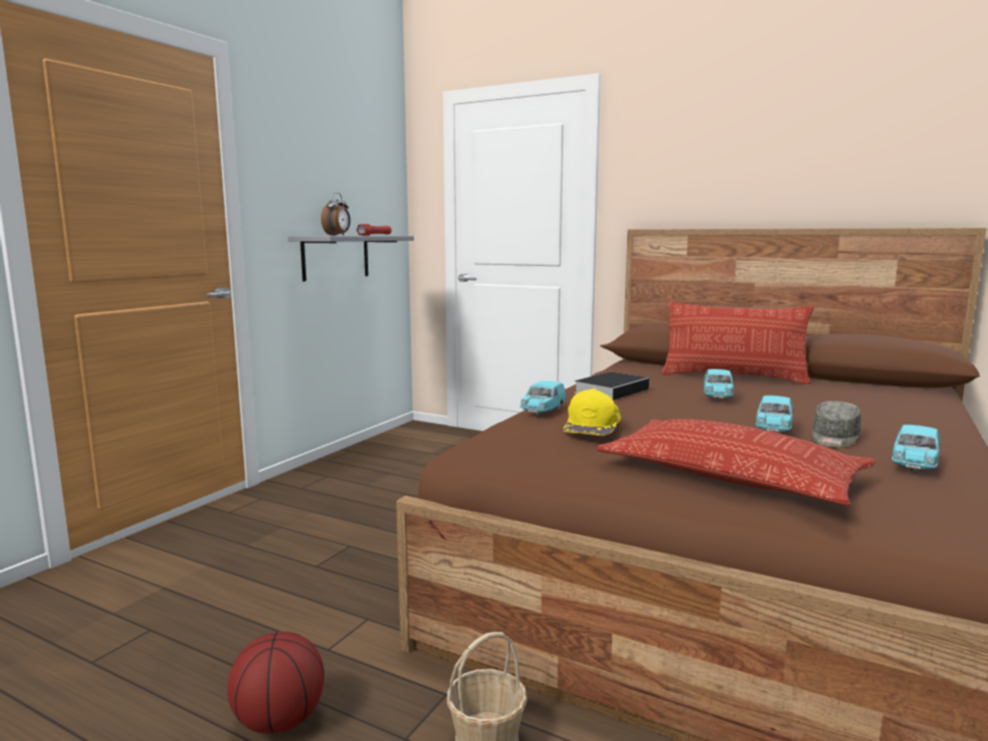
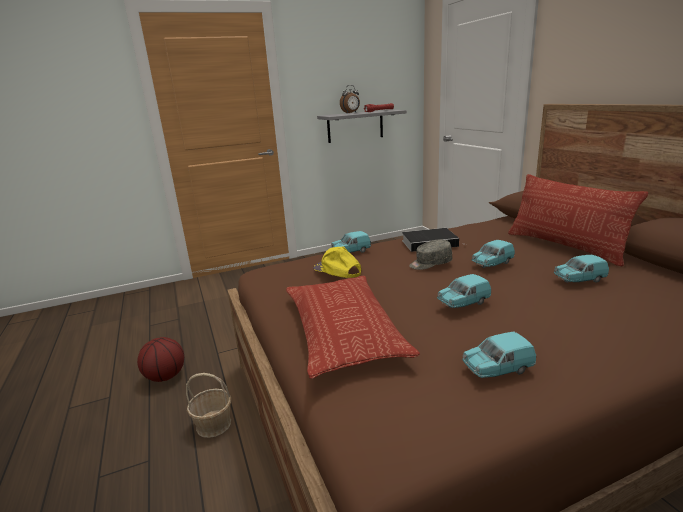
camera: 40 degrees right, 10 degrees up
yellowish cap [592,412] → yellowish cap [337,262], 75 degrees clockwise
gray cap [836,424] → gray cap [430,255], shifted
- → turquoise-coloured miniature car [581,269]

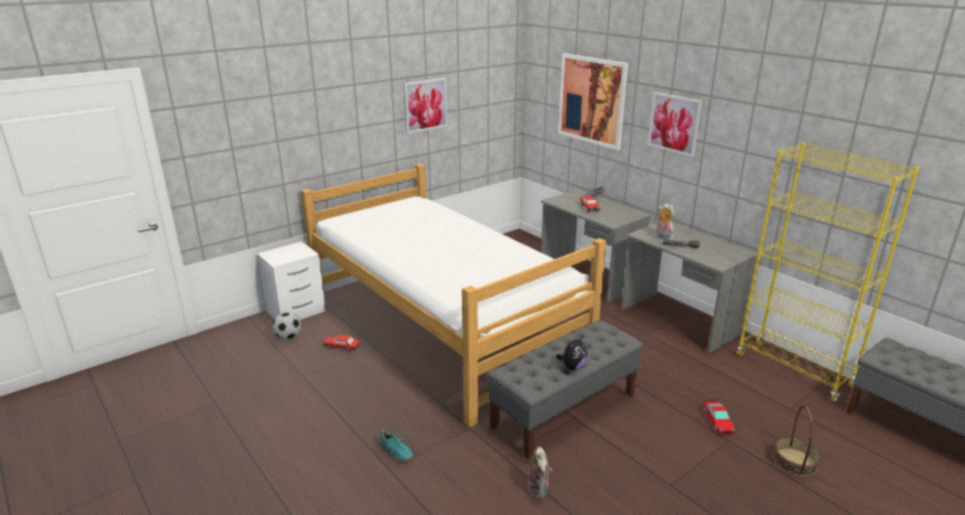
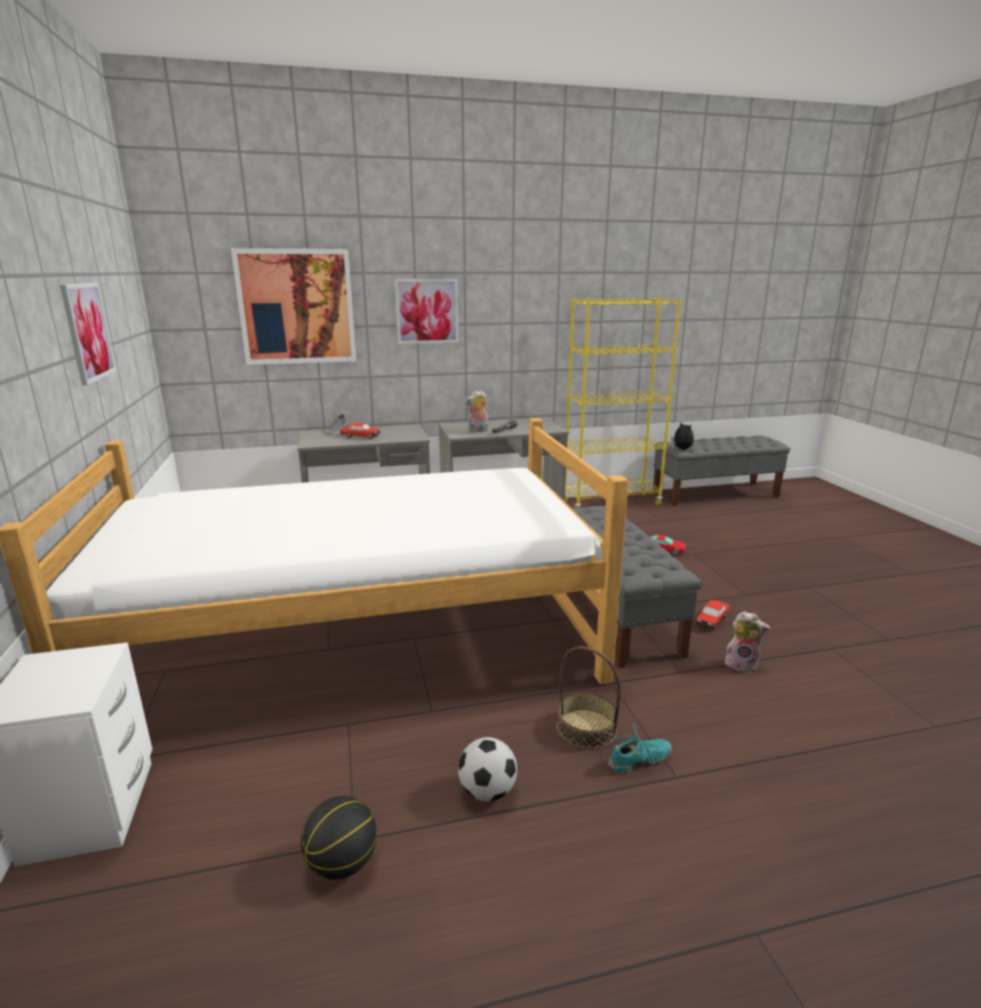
camera: 65 degrees left, 5 degrees down
ball for football [287,326] → ball for football [487,769], shifted
miniature car [342,343] → miniature car [713,615], shifted
plush toy [572,353] → plush toy [682,435], shifted
basket [797,441] → basket [589,698], shifted
- → basketball ball [339,838]

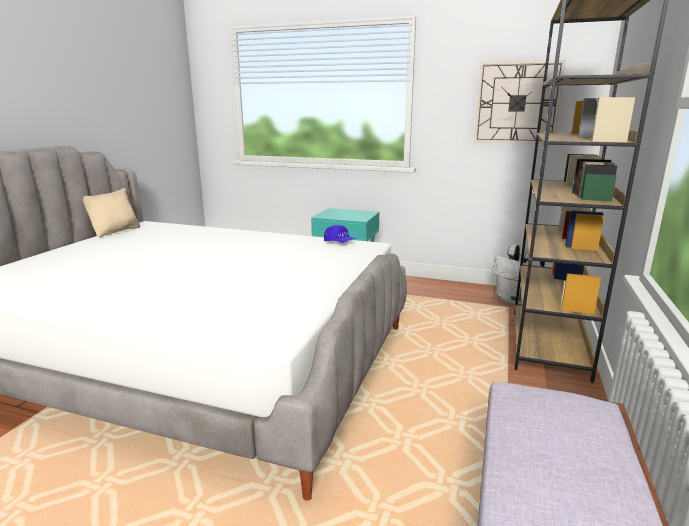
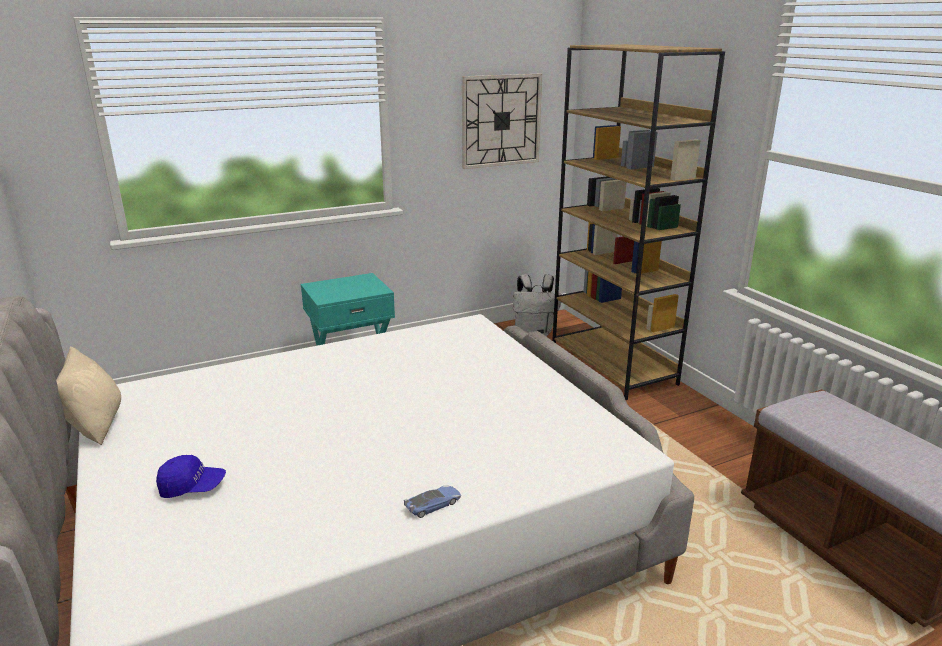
camera: 45 degrees left, 5 degrees up
blue cap [340,234] → blue cap [191,476], shifted
- → miniature car [432,502]

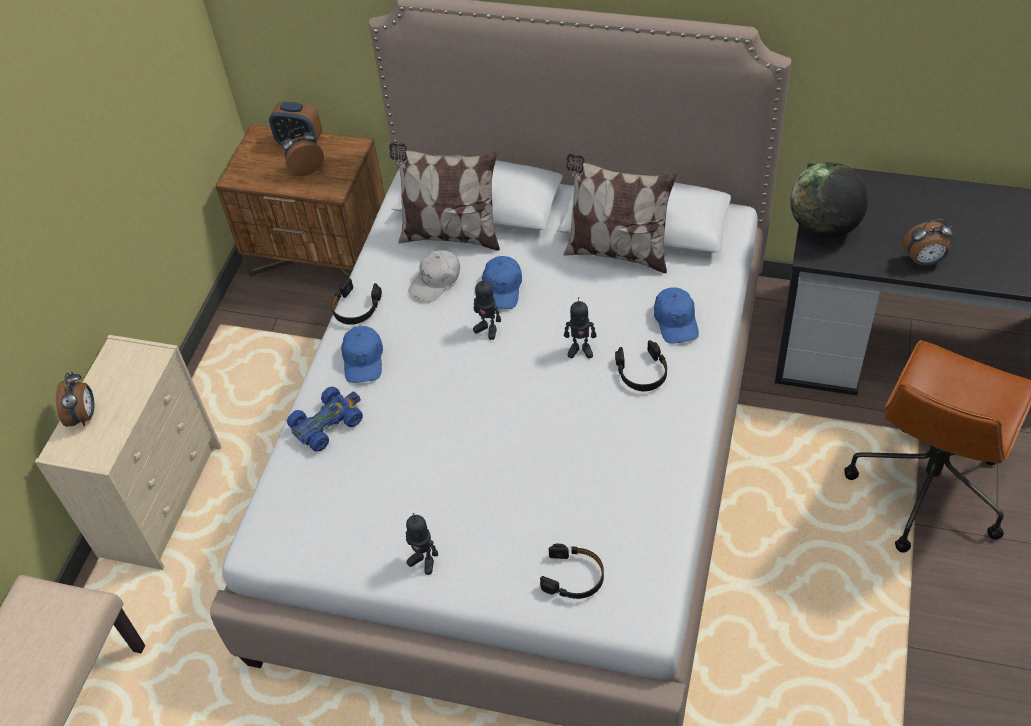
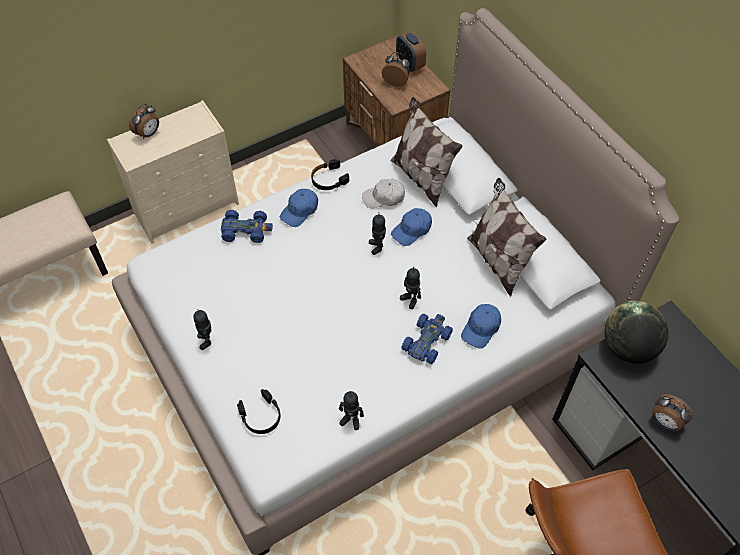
camera: 40 degrees right, 5 degrees up
black headphones [641,365] → blue miniature car [427,339]
- → robot figure [351,410]

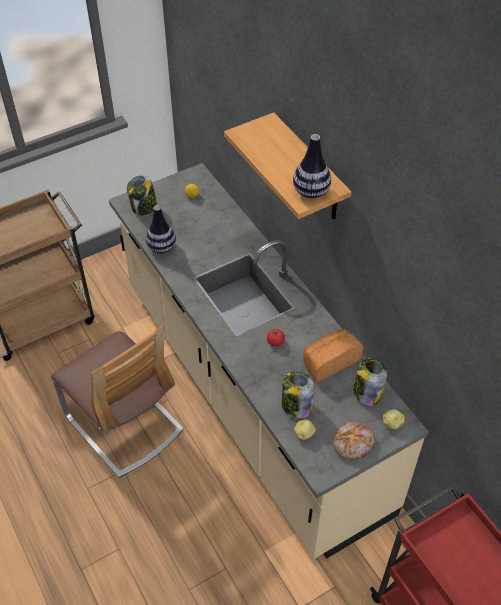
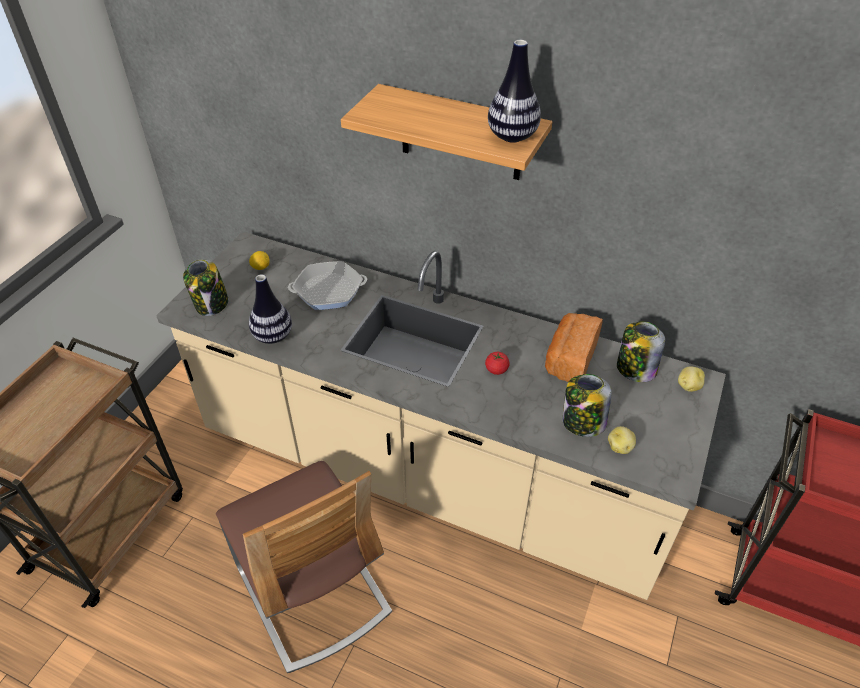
camera: 35 degrees left, 5 degrees down
chair [117,401] → chair [304,567], 45 degrees clockwise
bread [354,440] → -
- → pan [327,285]

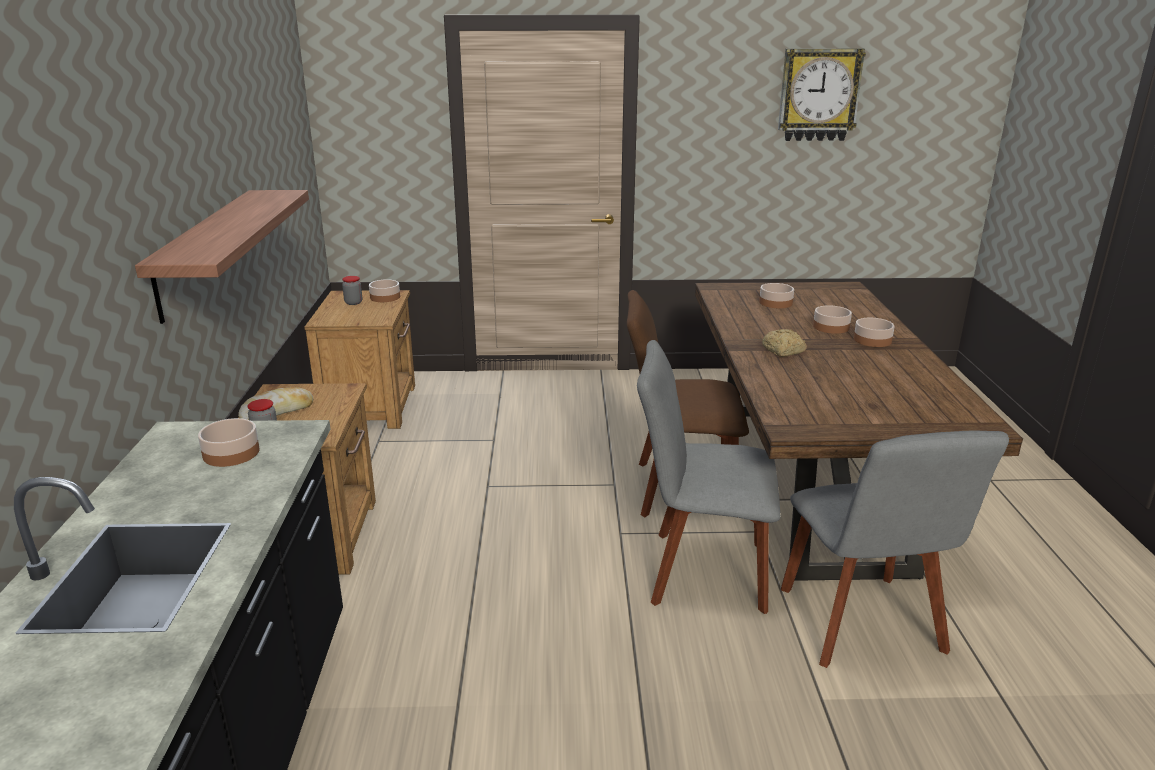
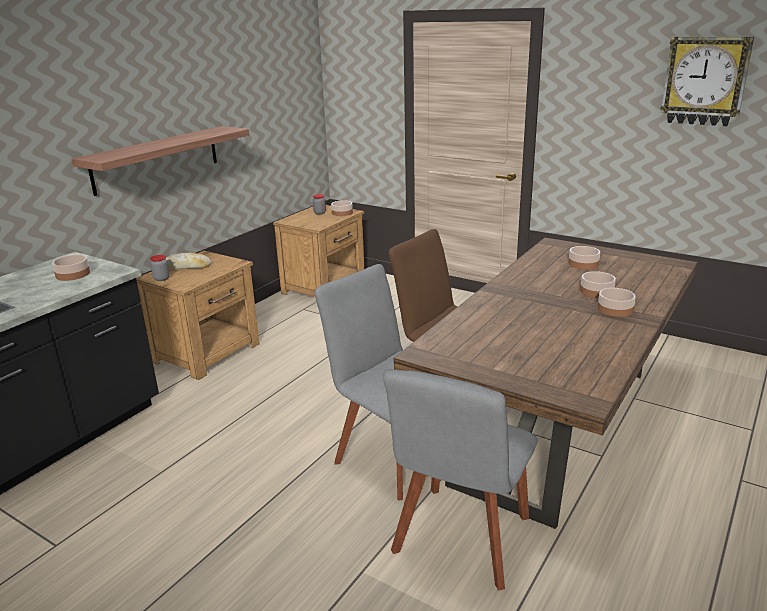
camera: 35 degrees right, 0 degrees up
bread [784,343] → -

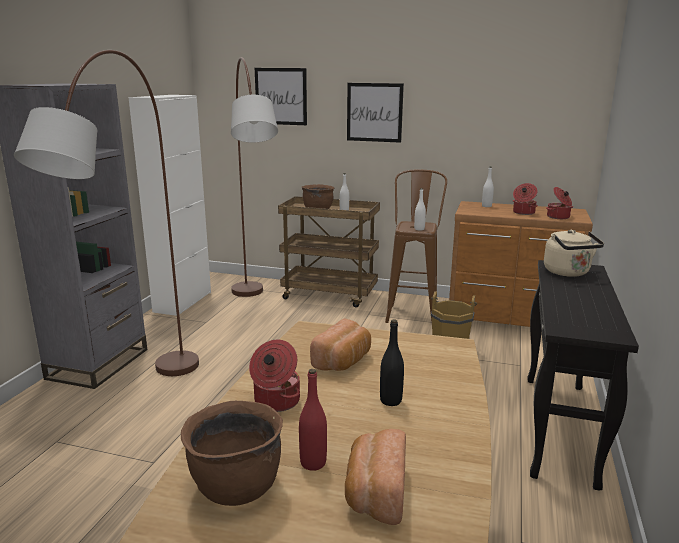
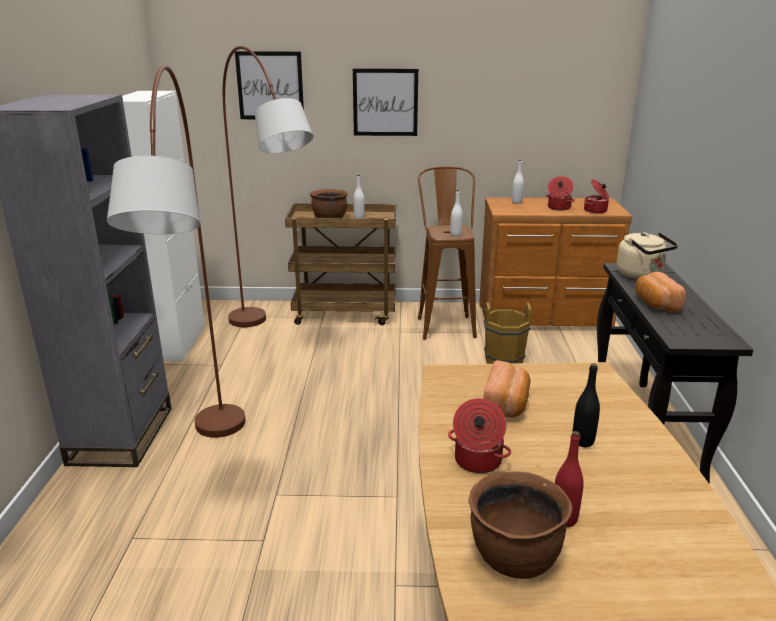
camera: 15 degrees left, 5 degrees up
bread [375,477] → bread [660,292], shifted

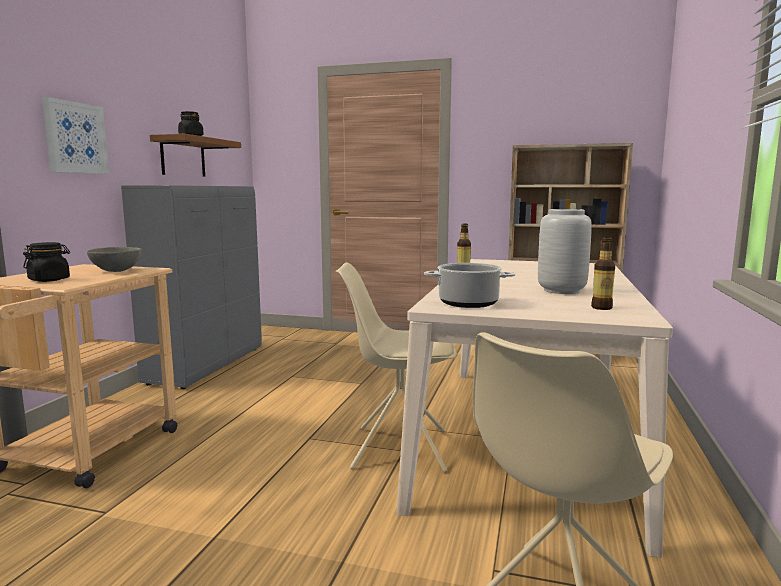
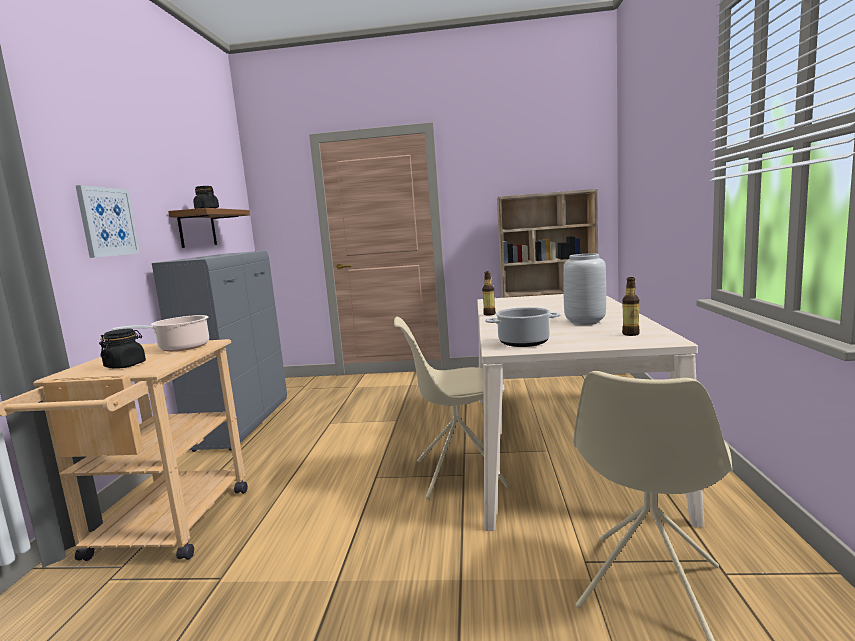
camera: 10 degrees left, 0 degrees up
gray bowl [114,259] → cooking pot [160,333]

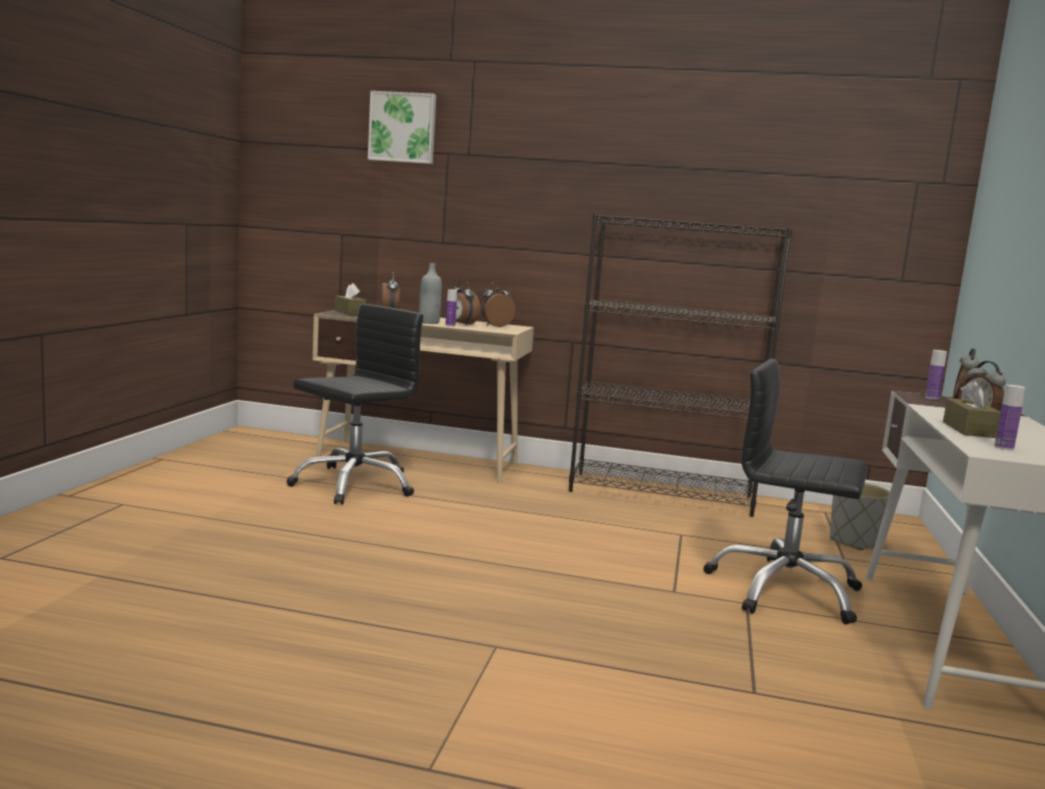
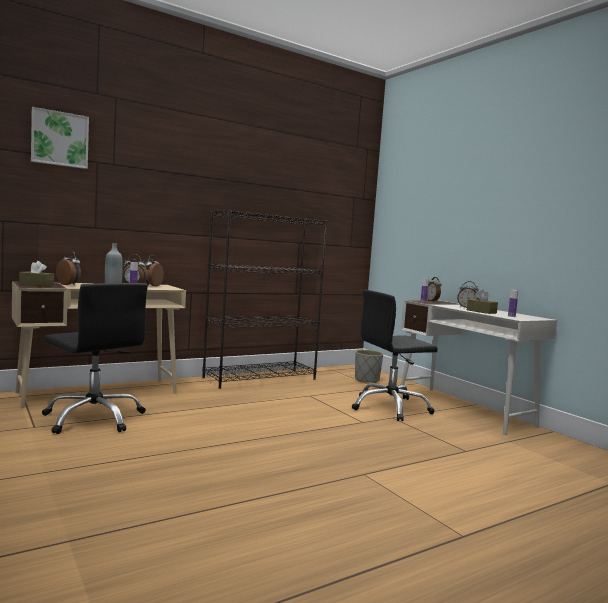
camera: 45 degrees left, 5 degrees down
black office chair [355,404] → black office chair [95,358], 135 degrees clockwise

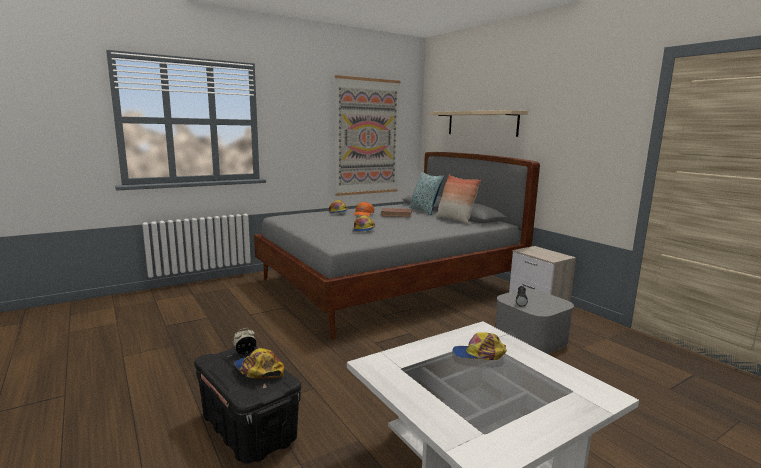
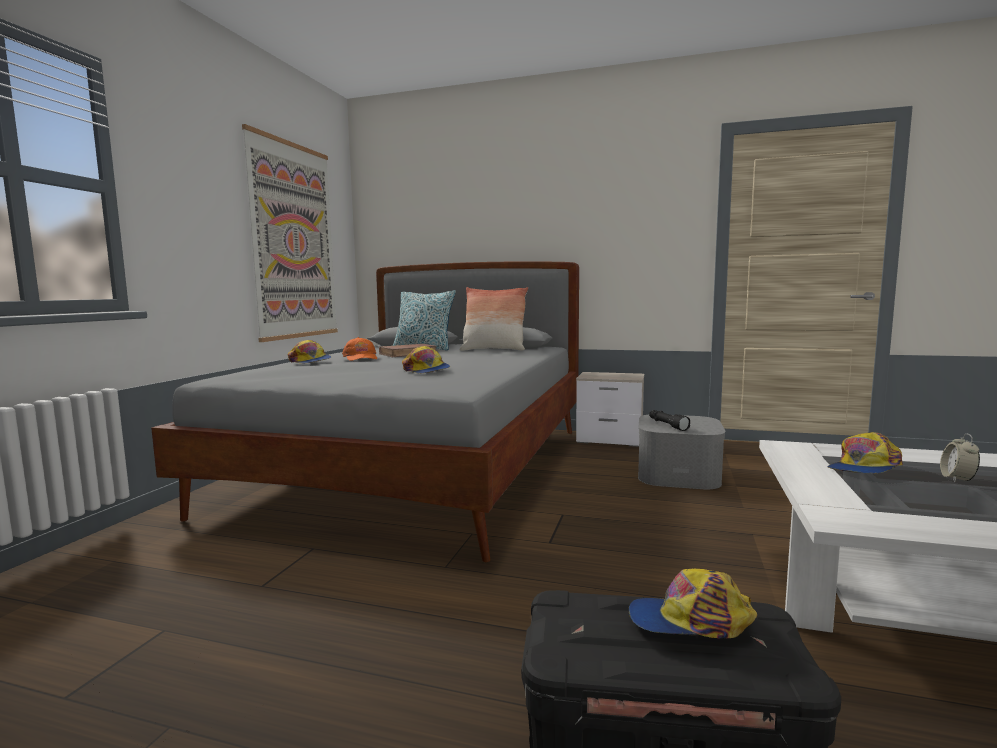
camera: 40 degrees left, 5 degrees down
bedside clock [245,341] → bedside clock [960,458], shifted
sand-coloured shelf [479,123] → -

